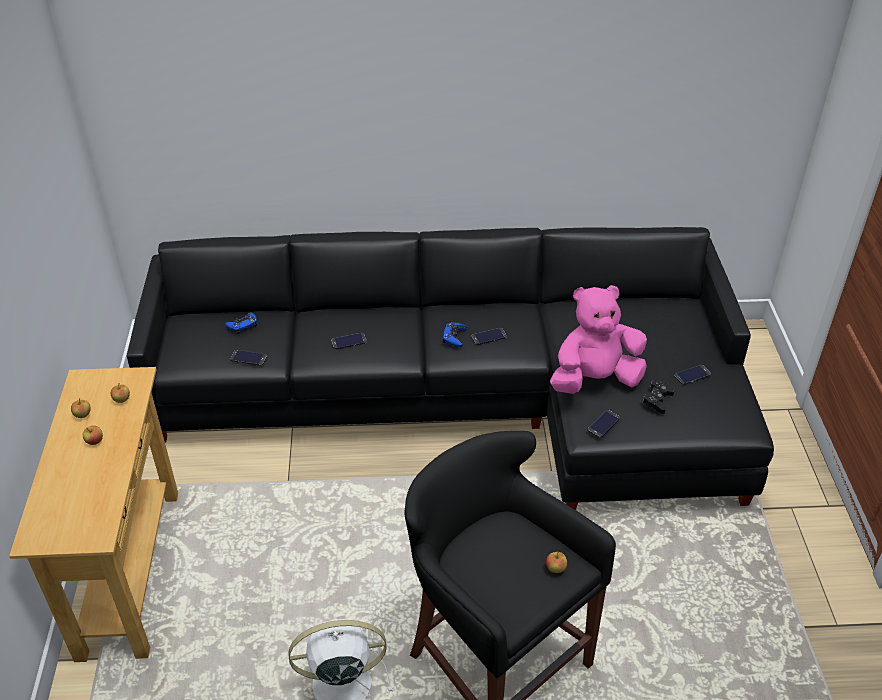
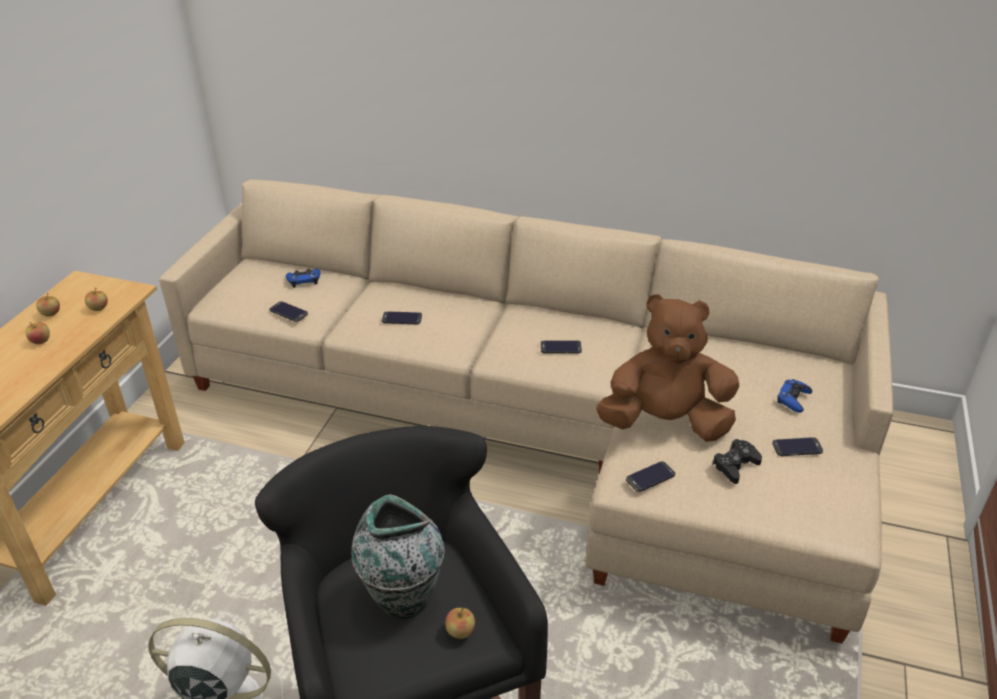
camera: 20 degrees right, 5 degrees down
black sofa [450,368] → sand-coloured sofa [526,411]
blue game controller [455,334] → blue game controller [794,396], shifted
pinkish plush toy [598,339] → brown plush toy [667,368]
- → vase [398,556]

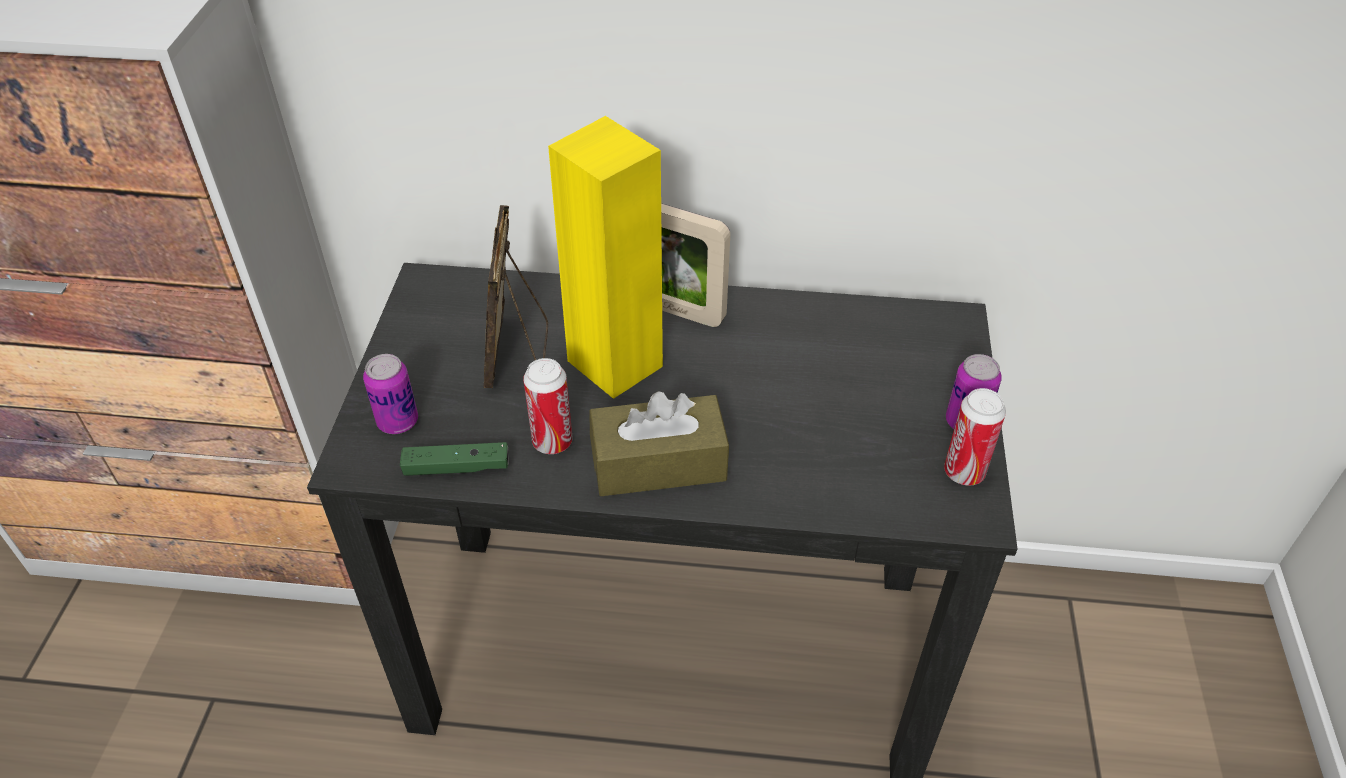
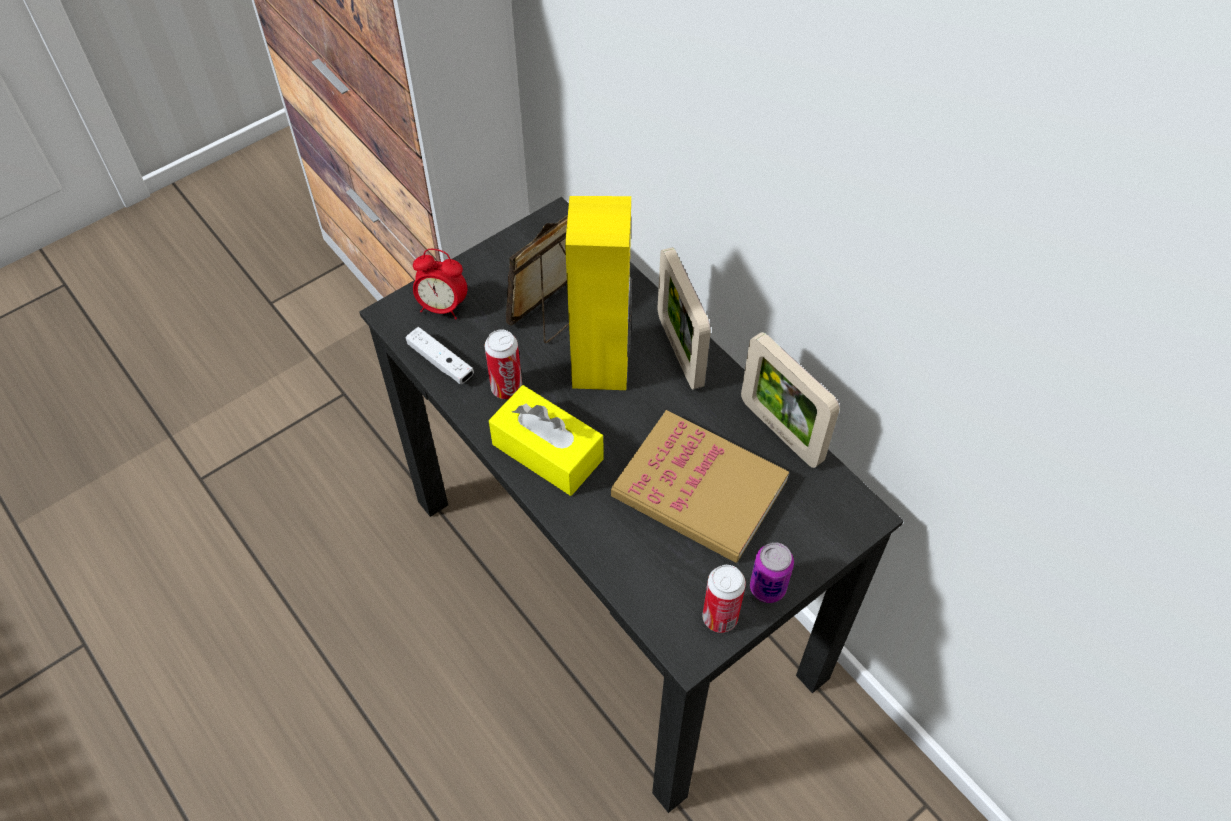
camera: 45 degrees right, 10 degrees up
metal can [390,394] → bedside clock [440,284]
green game controller [454,459] → white-coloured game controller [440,355]
brown box of tissues [659,443] → yellowish box of tissues [546,440]
- → volume [700,486]
- → standing frame [790,400]

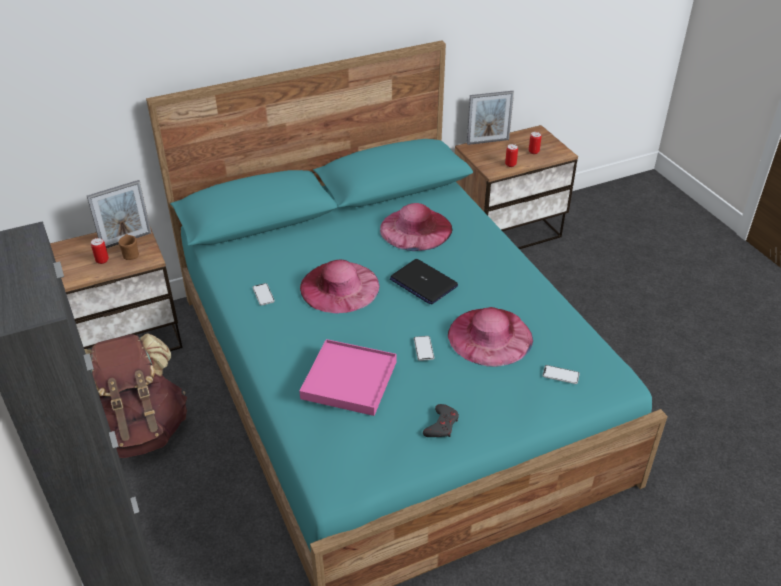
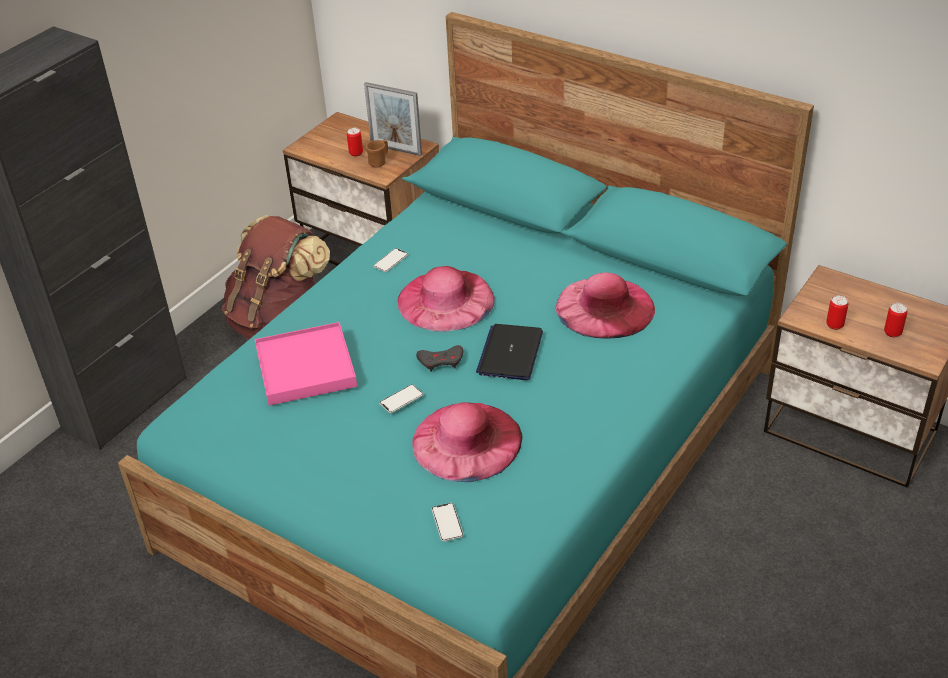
camera: 60 degrees right, 0 degrees up
gray game controller [441,420] → gray game controller [439,358], shifted
standing frame [490,118] → -

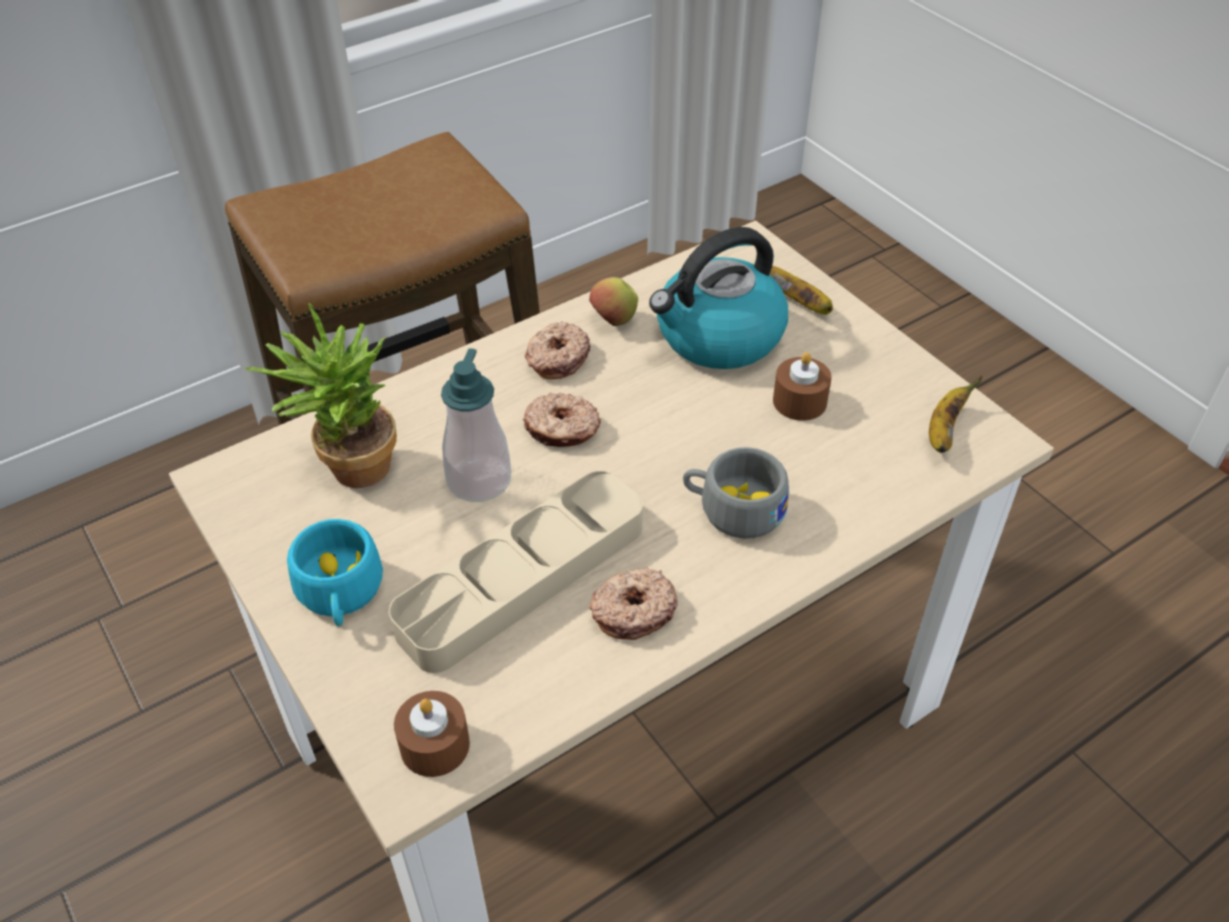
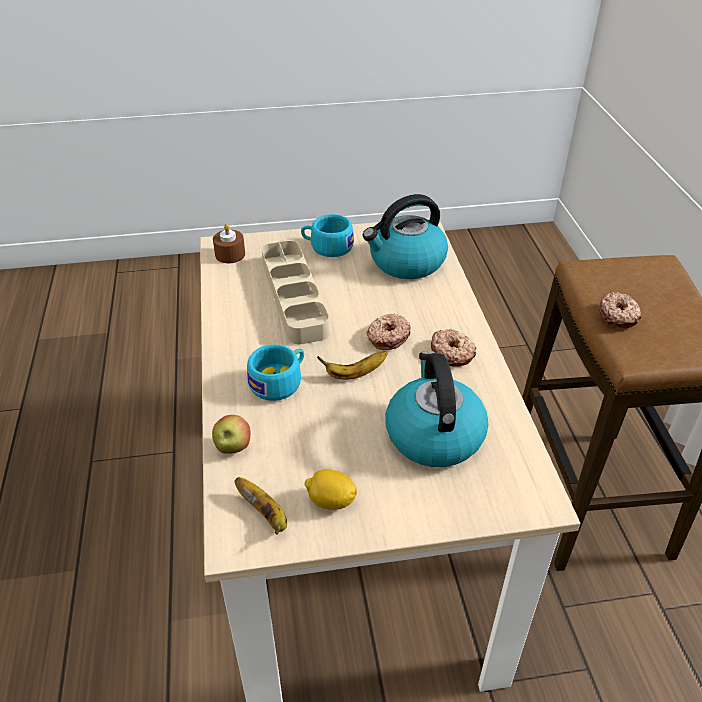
camera: 115 degrees right, 5 degrees down
potted plant [321,395] → tea kettle [405,236]
liquid soap bottle [476,425] → -
whole apple [613,301] → whole apple [231,434], shifted
doughnut [633,603] → doughnut [620,310], shifted
gray drinking cup [736,493] → turquoise-coloured drinking cup [275,372]
banana fruit [801,290] → banana fruit [352,365], shifted
brown candle [802,386] → -
- → lemon [330,489]

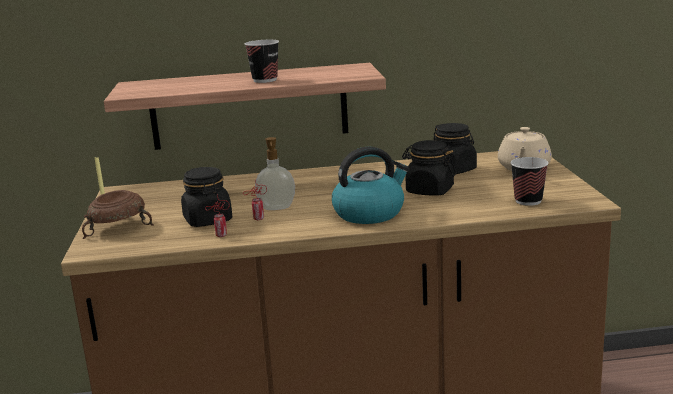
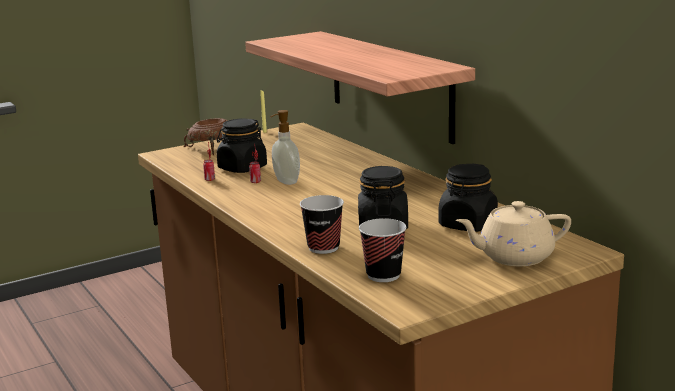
camera: 65 degrees right, 0 degrees up
drinking cup [262,61] → drinking cup [322,224], shifted
tea kettle [371,185] → -

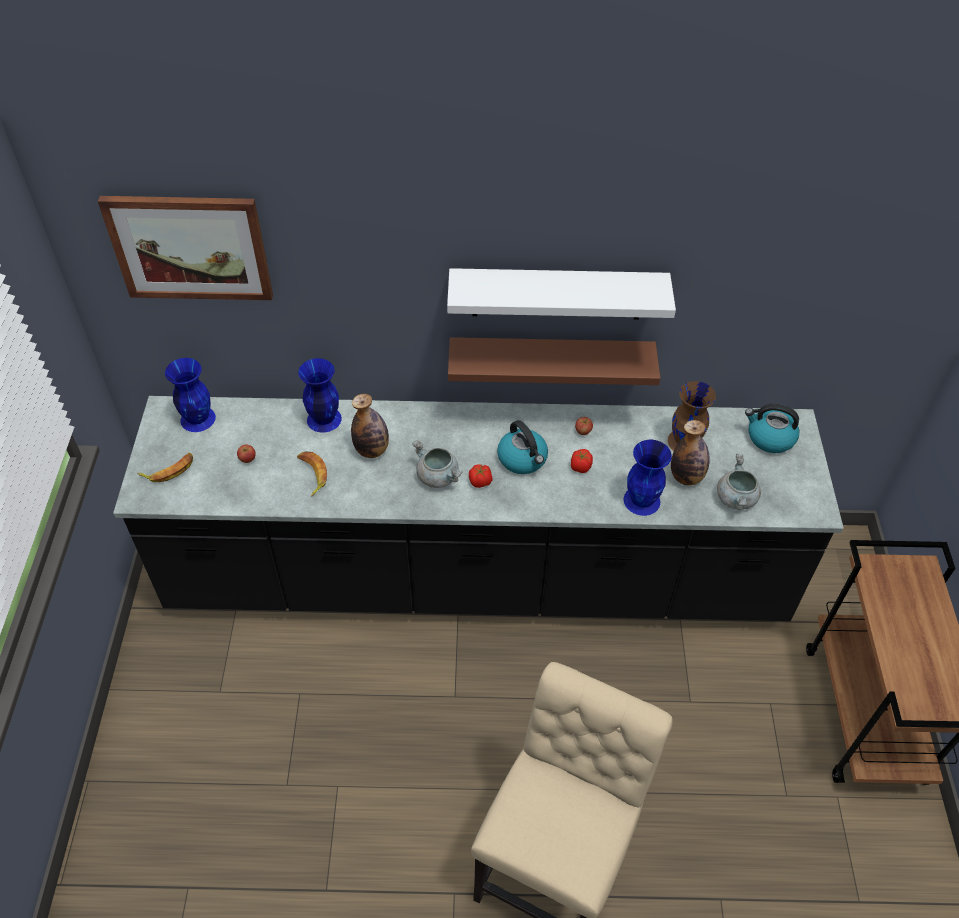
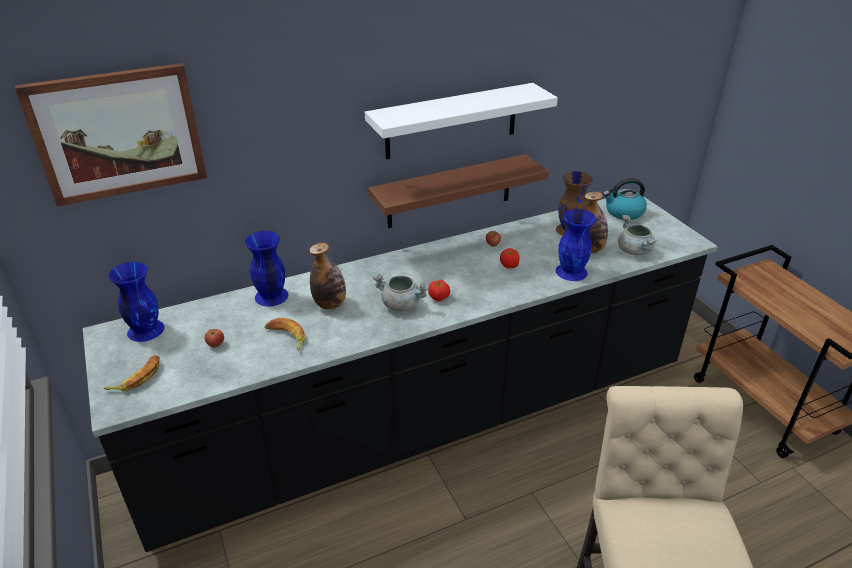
camera: 25 degrees left, 15 degrees down
tea kettle [522,447] → -

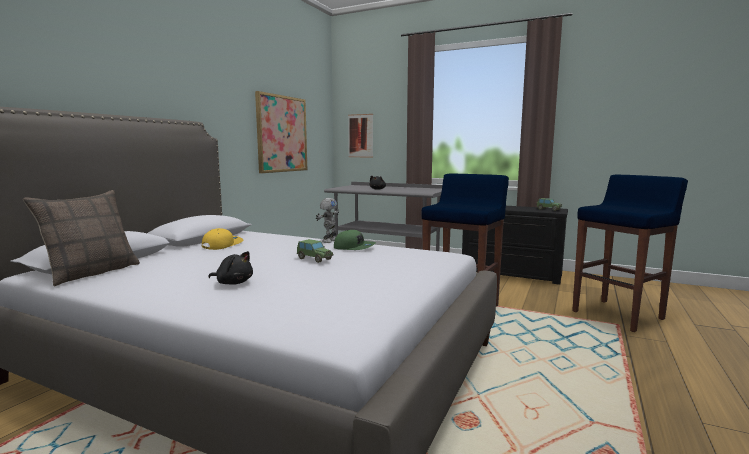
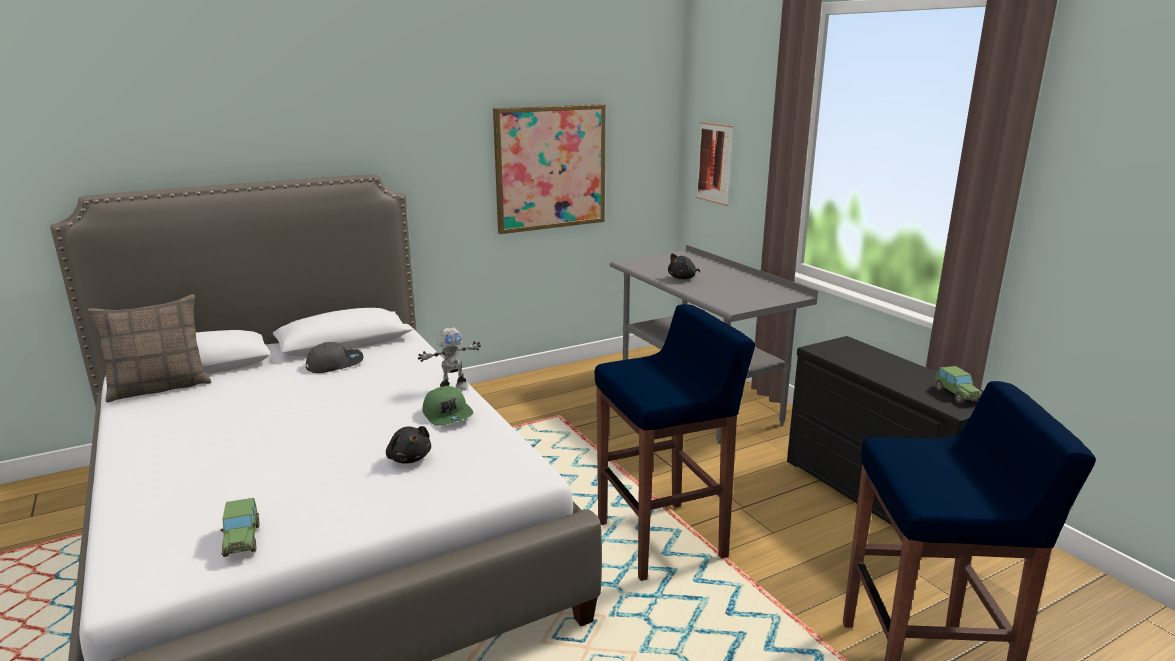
camera: 35 degrees right, 10 degrees up
yellowish cap [222,239] → gray cap [334,357]
black plush toy [230,268] → black plush toy [408,445], shifted
miniature car [315,251] → miniature car [240,527], shifted

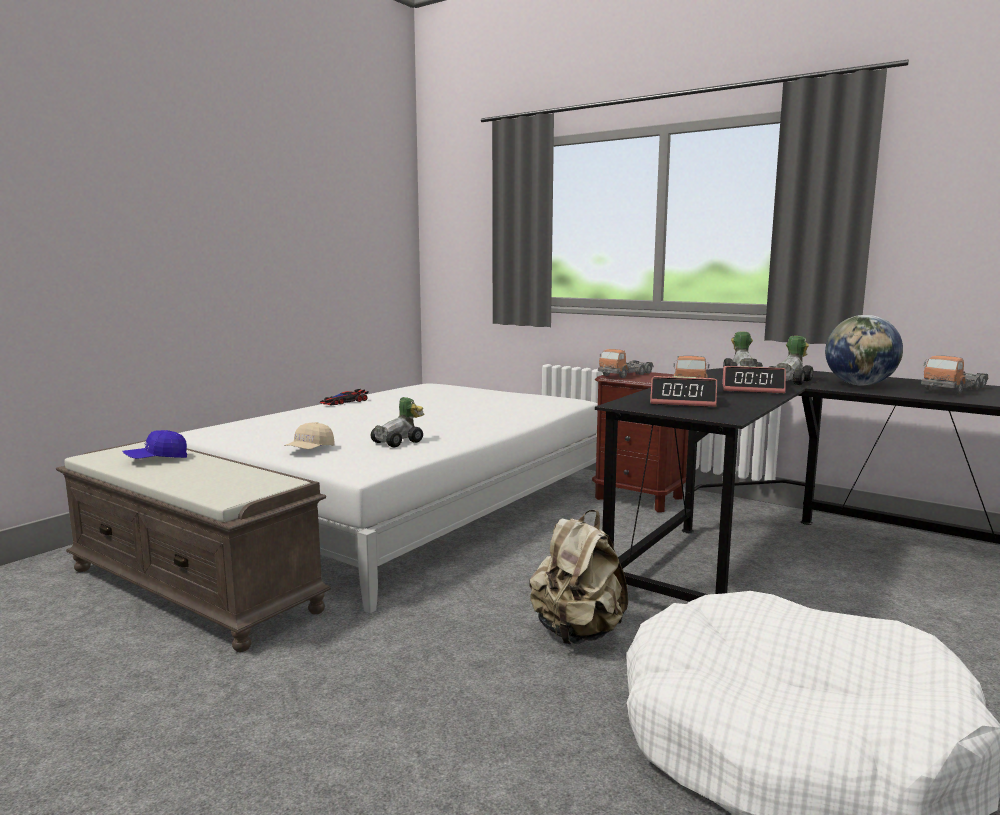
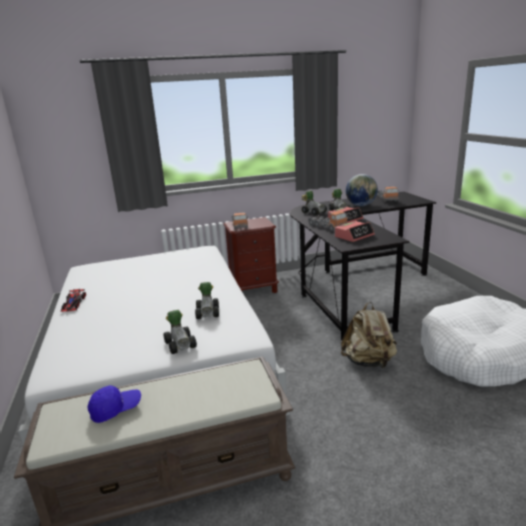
camera: 50 degrees left, 10 degrees up
blue cap [155,444] → blue cap [114,404], 120 degrees counterclockwise
sand-coloured cap [309,435] → miniature car [180,332]

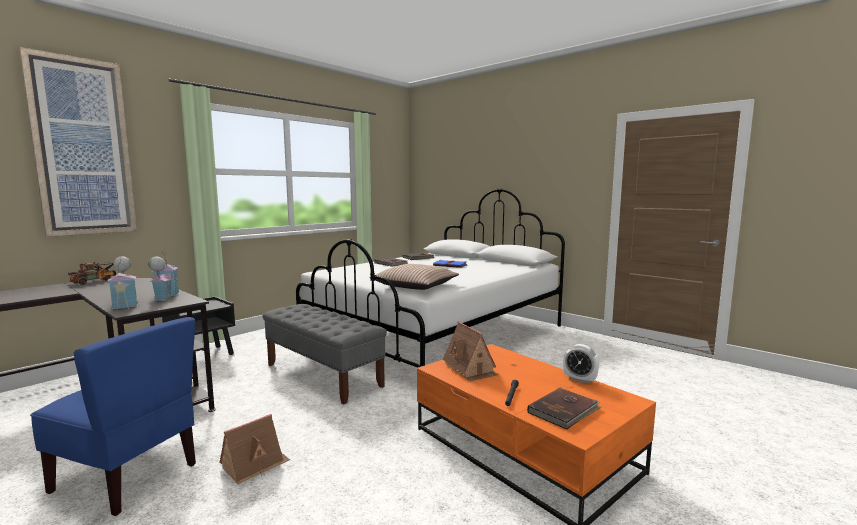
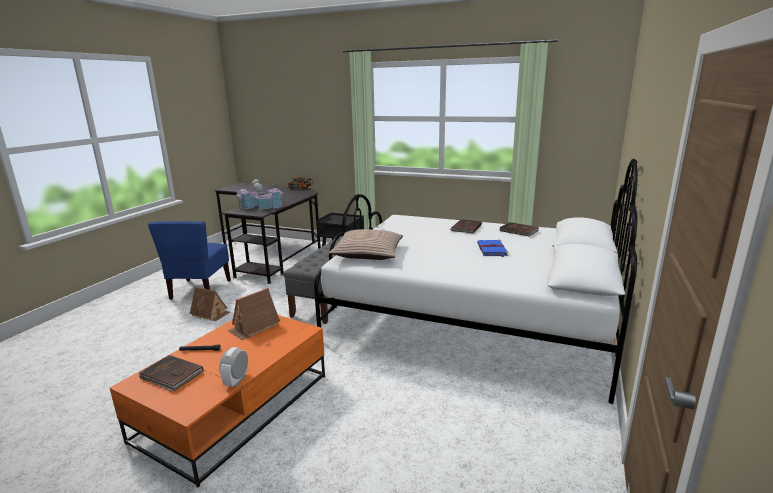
camera: 70 degrees right, 10 degrees up
picture [78,142] → -

